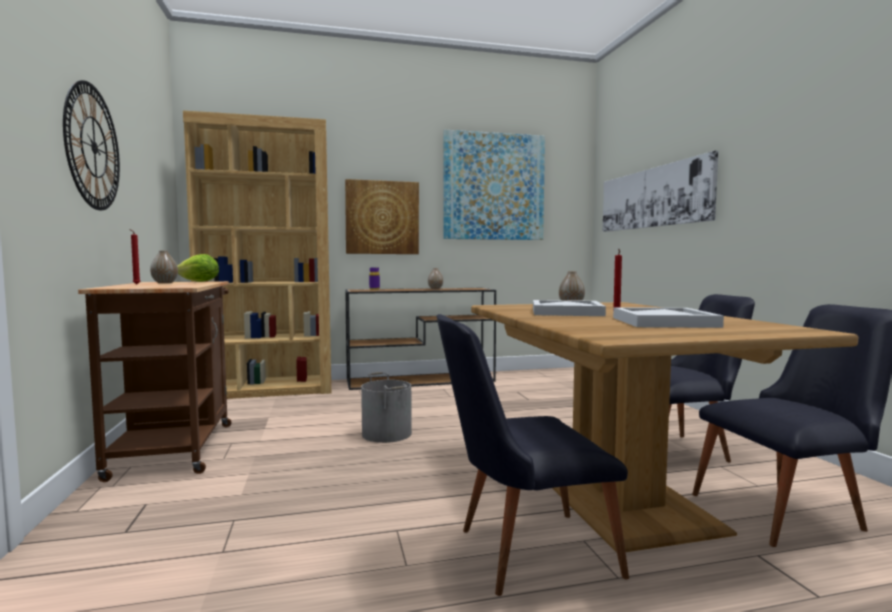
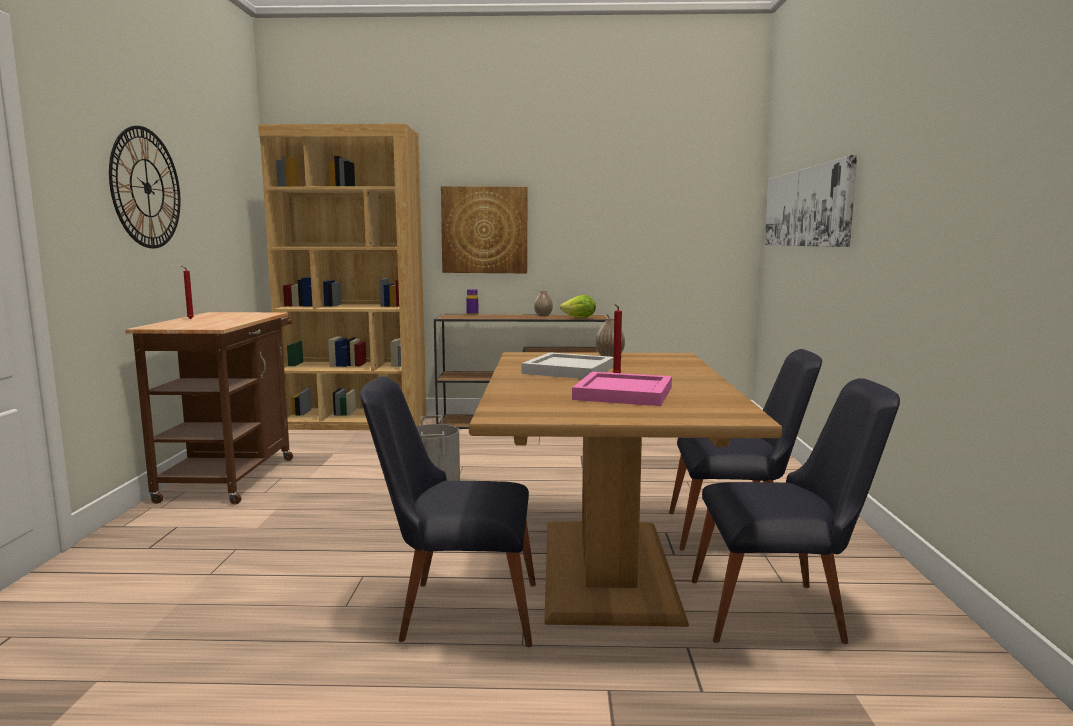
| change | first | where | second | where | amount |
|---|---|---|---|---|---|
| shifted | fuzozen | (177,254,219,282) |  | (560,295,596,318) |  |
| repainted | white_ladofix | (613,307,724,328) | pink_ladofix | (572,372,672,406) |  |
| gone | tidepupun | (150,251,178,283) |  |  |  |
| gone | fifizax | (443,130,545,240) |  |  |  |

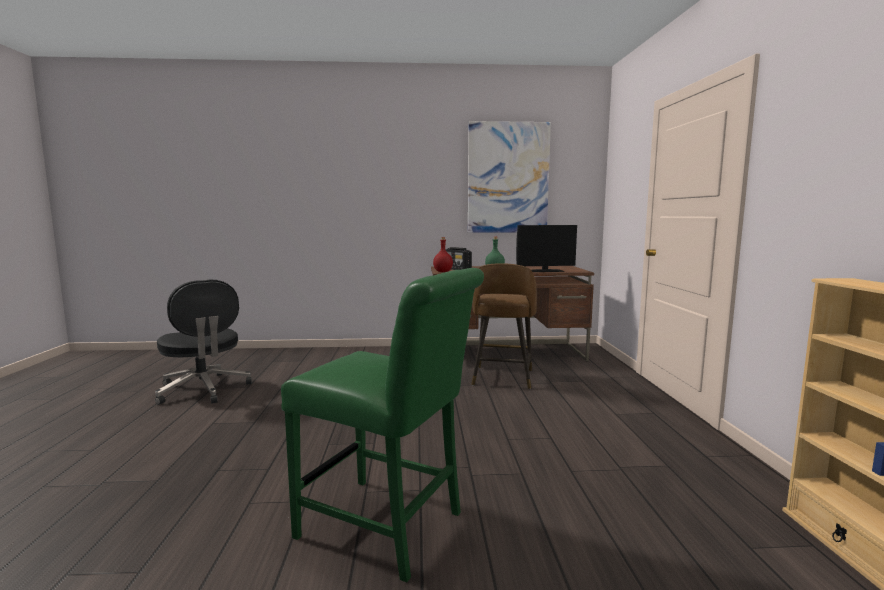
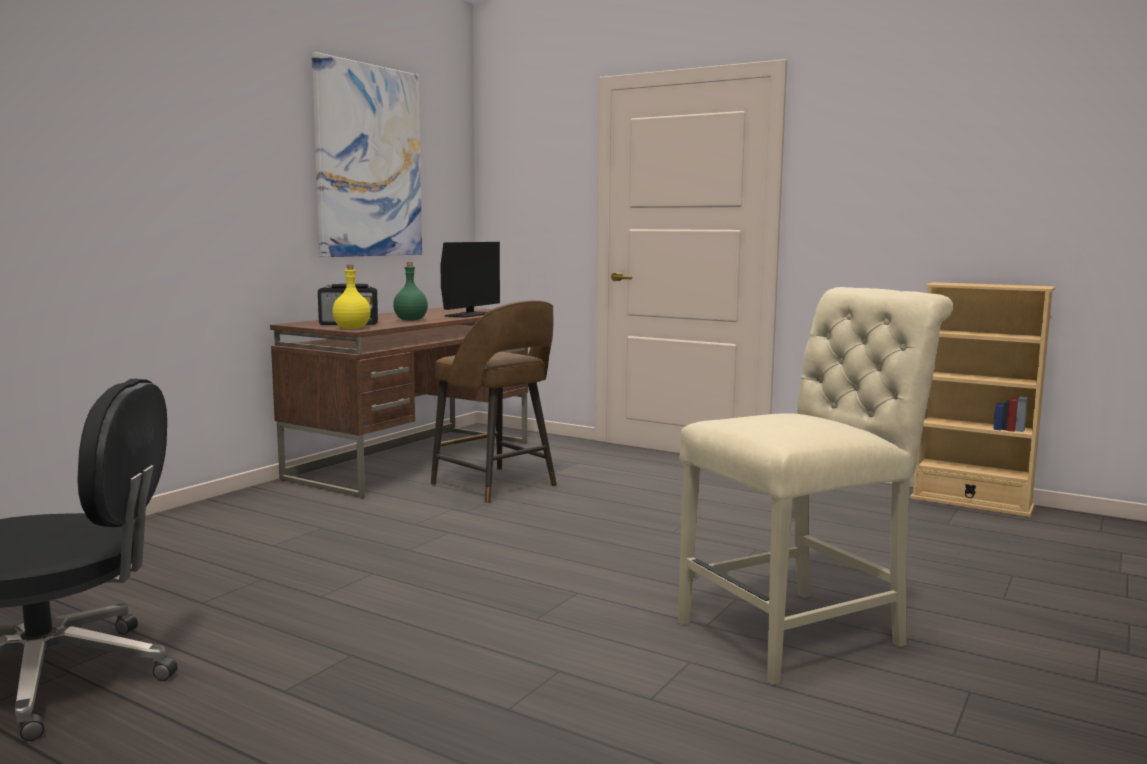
| change | first | where | second | where | amount |
|---|---|---|---|---|---|
| repainted | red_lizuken | (433,237,453,272) | yellow_lizuken | (332,265,371,329) |  |
| repainted | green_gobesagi | (281,268,484,582) | beige_gobesagi | (678,287,953,685) |  |

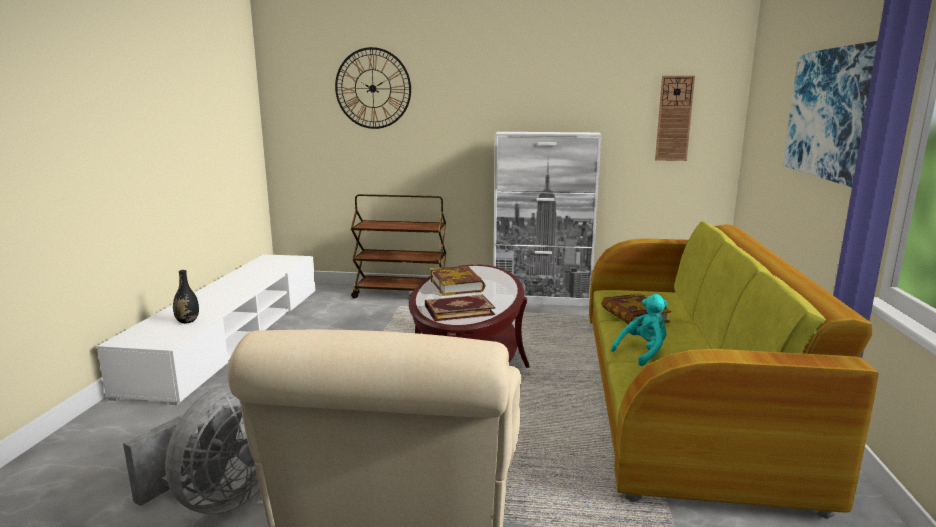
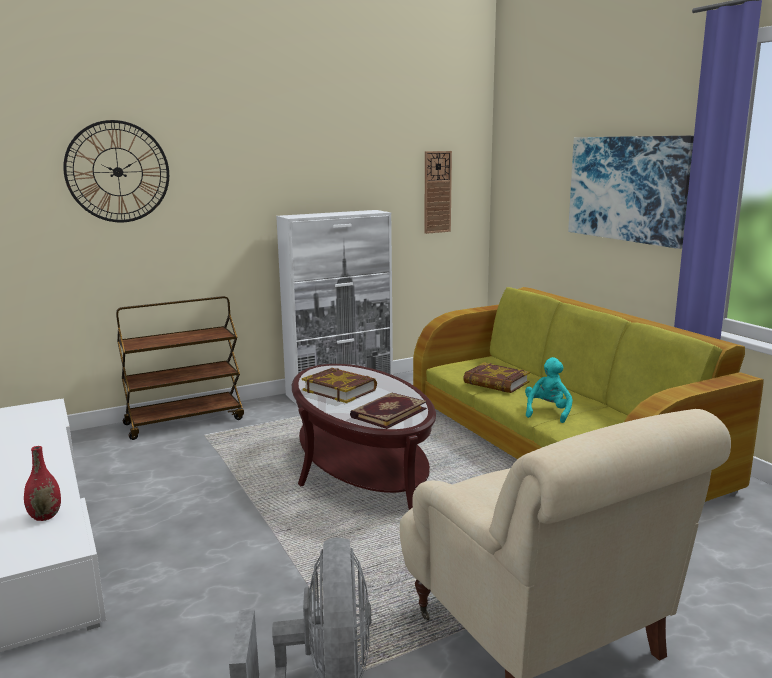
| change | first | where | second | where | amount |
|---|---|---|---|---|---|
| repainted | black_tidepupun | (173,270,199,324) | red_tidepupun | (24,446,61,521) |  |

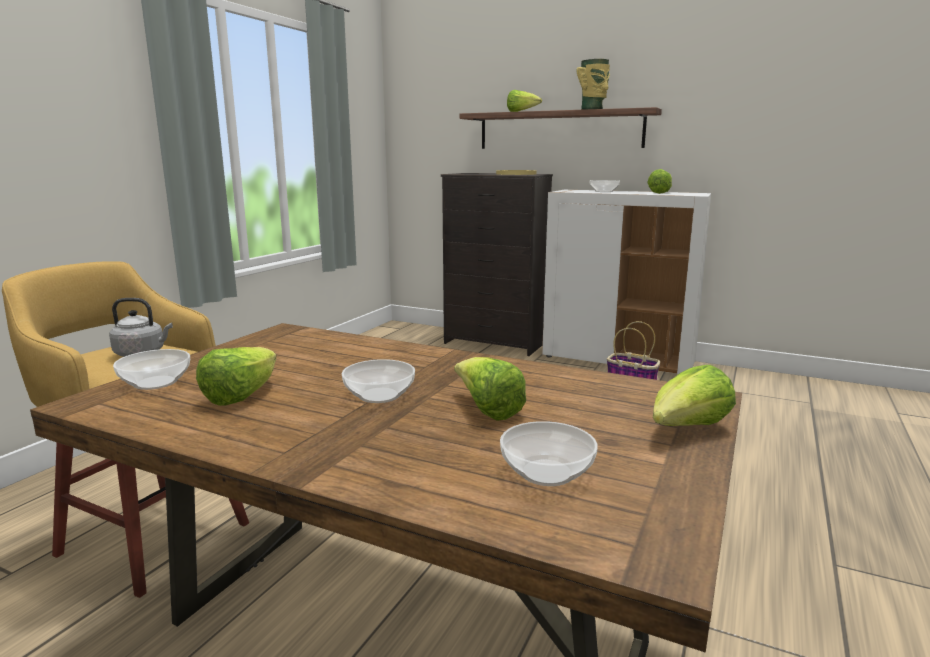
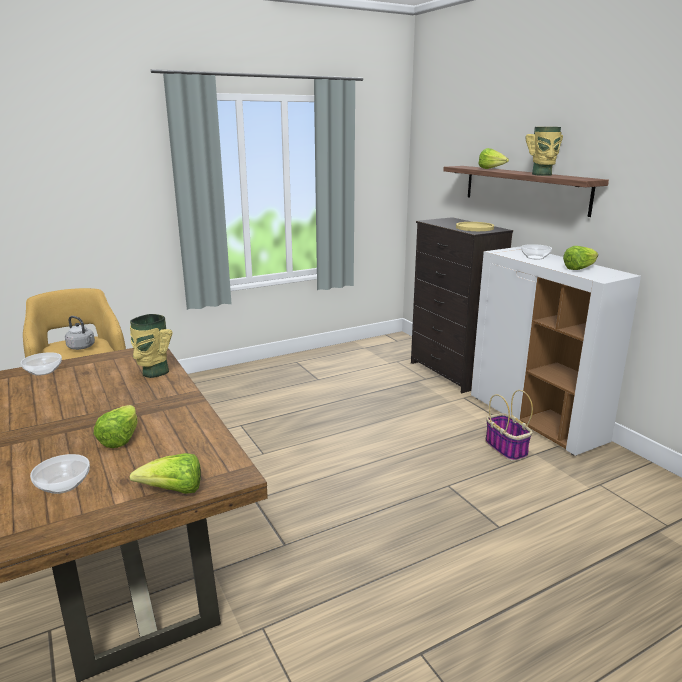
| change | first | where | second | where | amount |
|---|---|---|---|---|---|
| new |  |  | tidepupun | (130,314,172,378) |  |
| gone | fuzozen | (196,347,276,406) |  |  |  |
| gone | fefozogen | (342,359,415,403) |  |  |  |

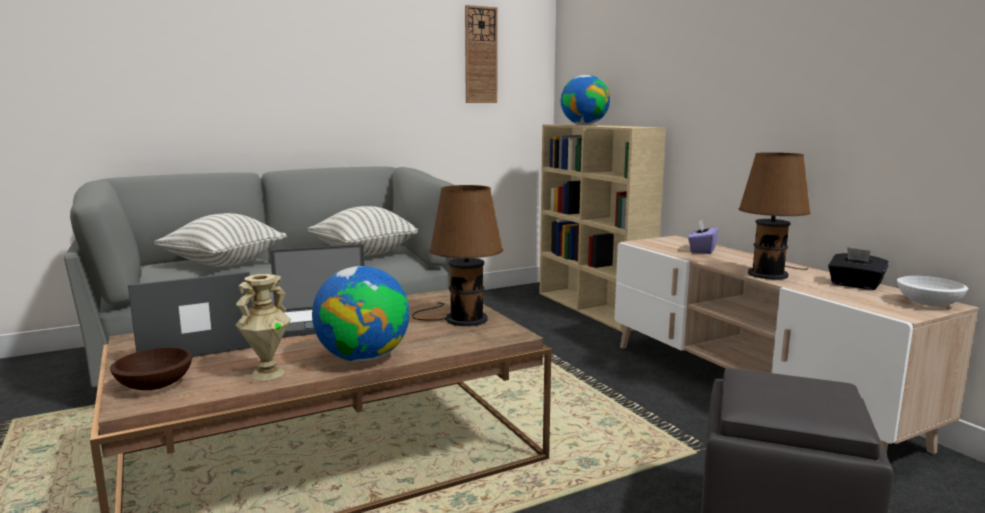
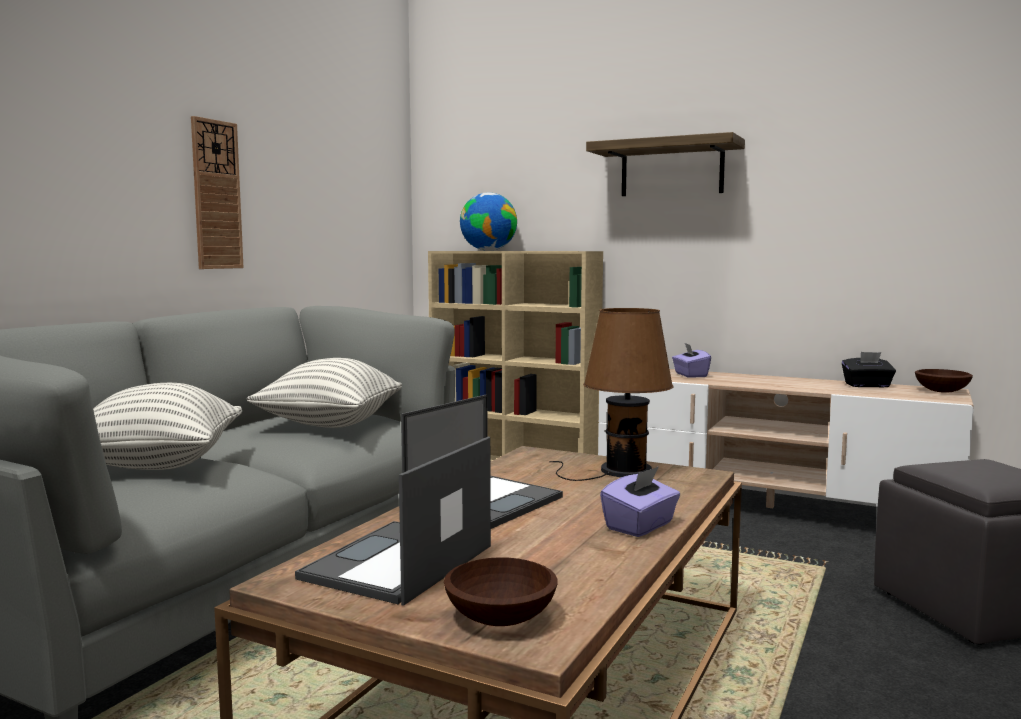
| change | first | where | second | where | amount |
|---|---|---|---|---|---|
| shifted | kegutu | (465,5,498,103) |  | (191,116,244,269) |  |
| new |  |  | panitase | (586,132,745,196) |  |
| swapped | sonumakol | (312,266,410,362) | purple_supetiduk | (600,467,680,537) |  |
| repainted | white_fefozogen | (897,276,968,306) | brown_fefozogen | (915,369,973,393) |  |
| gone | beige_tidepupun | (236,274,291,381) |  |  |  |
| gone | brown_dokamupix | (739,152,811,280) |  |  |  |

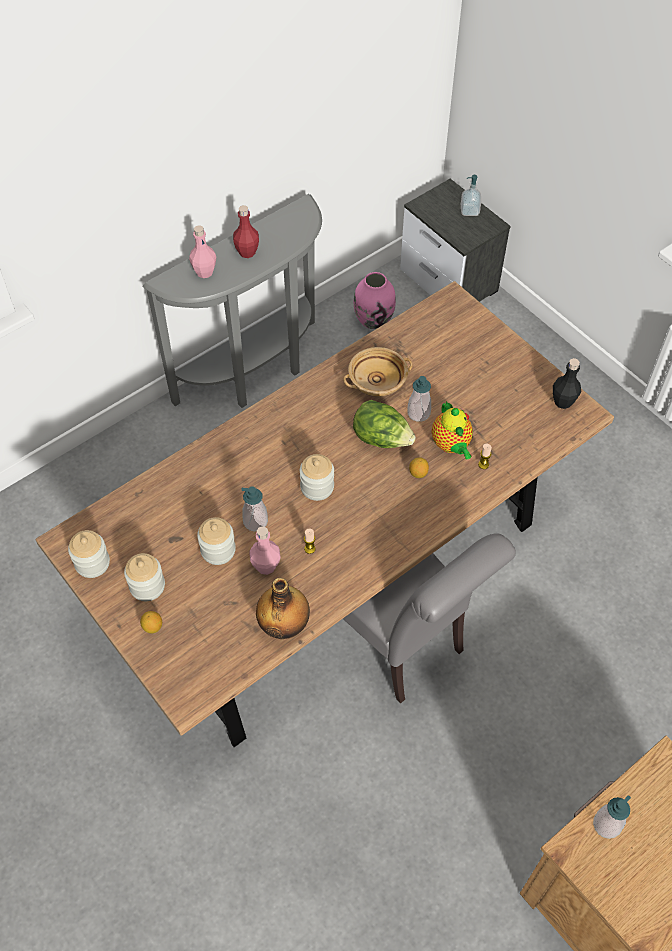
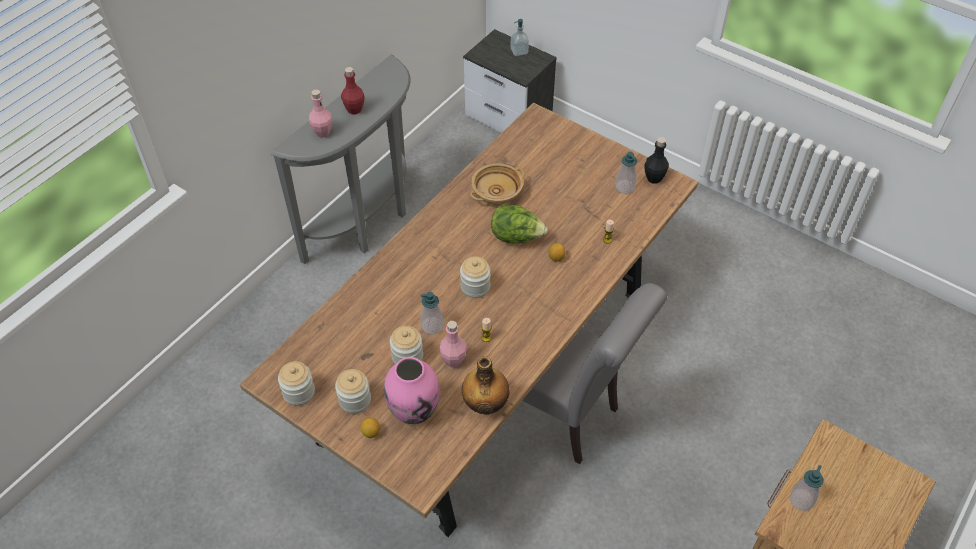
| change | first | where | second | where | amount |
|---|---|---|---|---|---|
| shifted | pink_tidepupun | (354,272,396,329) |  | (384,357,440,424) |  |
| shifted | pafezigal | (407,376,431,422) |  | (616,152,637,194) |  |
| gone | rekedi | (432,401,473,459) |  |  |  |

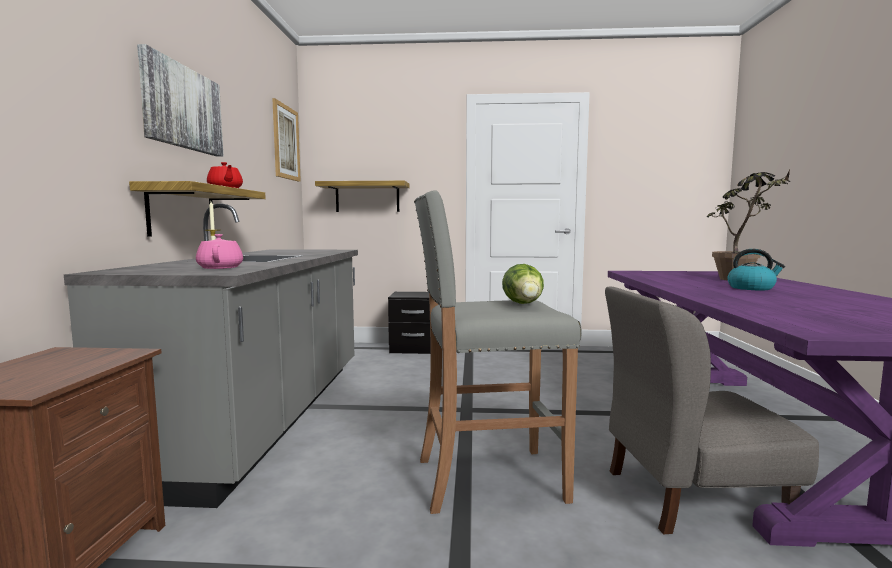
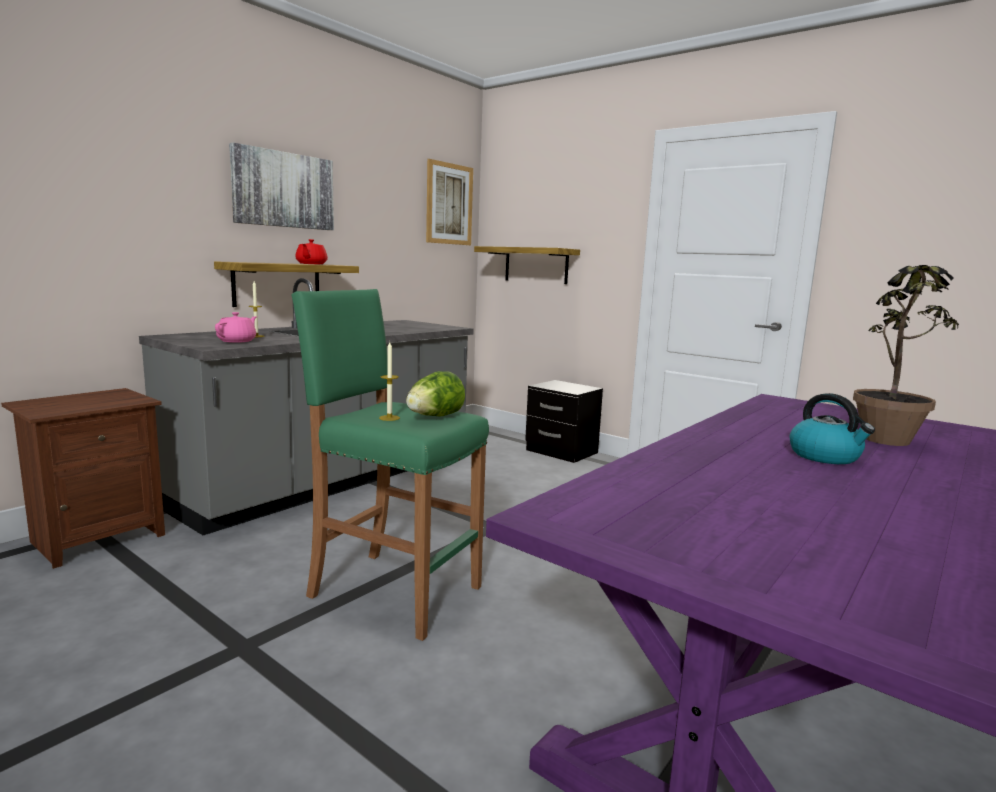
| change | first | where | second | where | amount |
|---|---|---|---|---|---|
| repainted | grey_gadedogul | (414,191,582,514) | green_gadedogul | (291,289,489,641) |  |
| new |  |  | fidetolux | (379,342,400,421) |  |
| gone | grey_gobesagi | (605,286,819,534) |  |  |  |

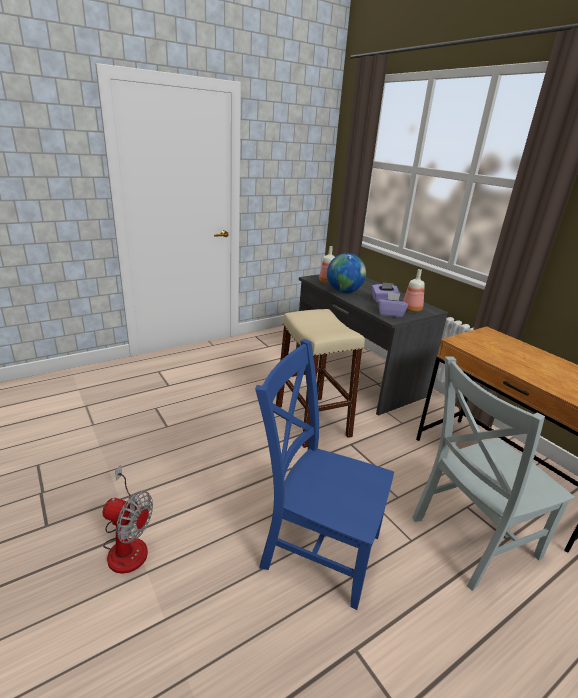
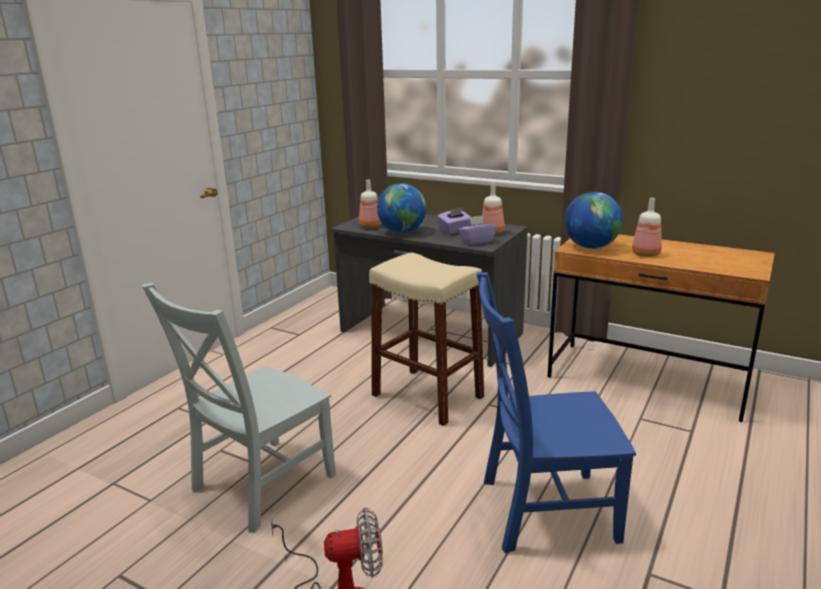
| change | first | where | second | where | amount |
|---|---|---|---|---|---|
| shifted | grey_gobesagi | (412,357,575,591) |  | (142,283,336,533) |  |
| new |  |  | sonumakol | (565,192,623,249) |  |
| new |  |  | lizuken | (632,198,662,257) |  |

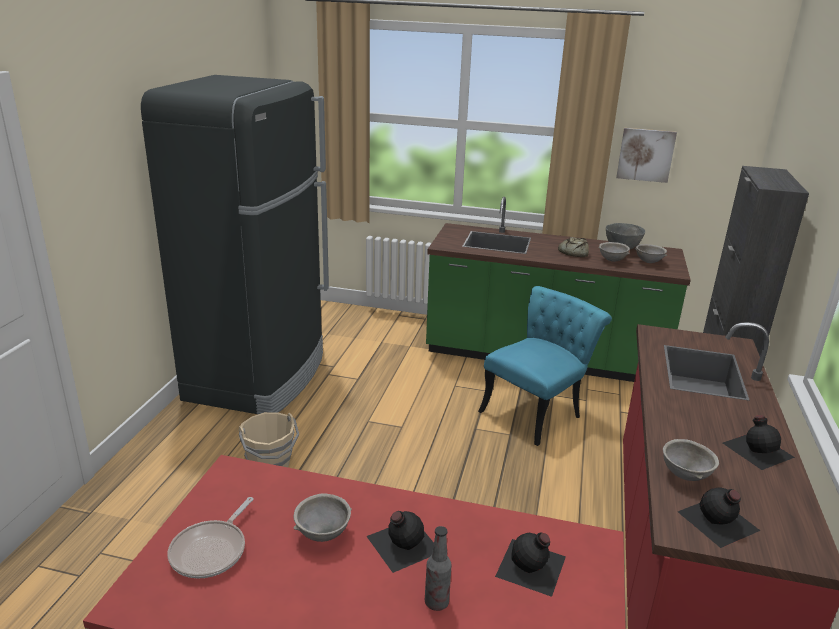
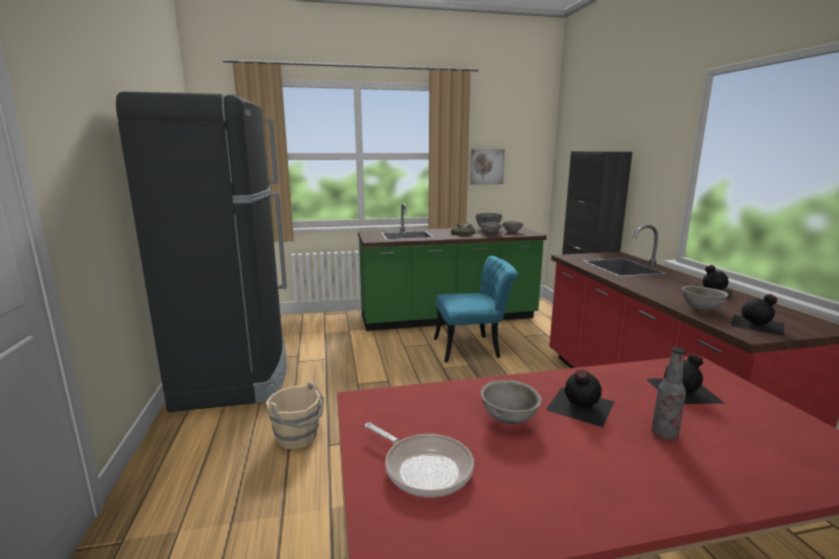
| change | first | where | second | where | amount |
|---|---|---|---|---|---|
| rotated | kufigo | (168,497,254,578) |  | (365,422,474,497) | 45 degrees counterclockwise |
| rotated | turquoise_gobesagi | (478,286,612,446) |  | (434,256,518,363) | 60 degrees clockwise |

